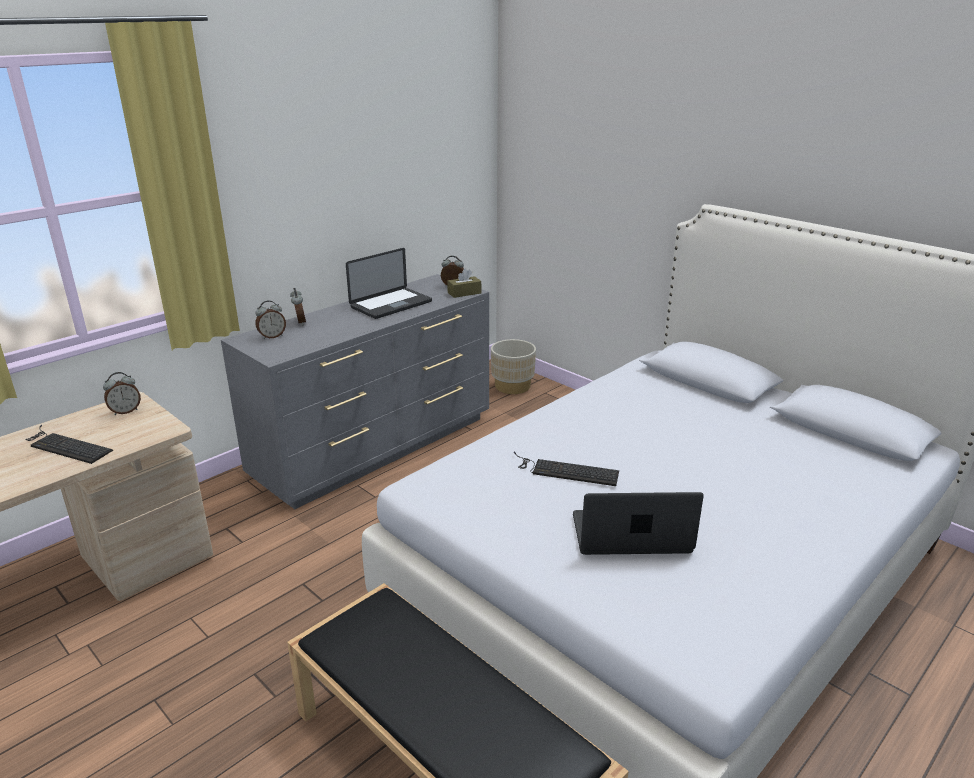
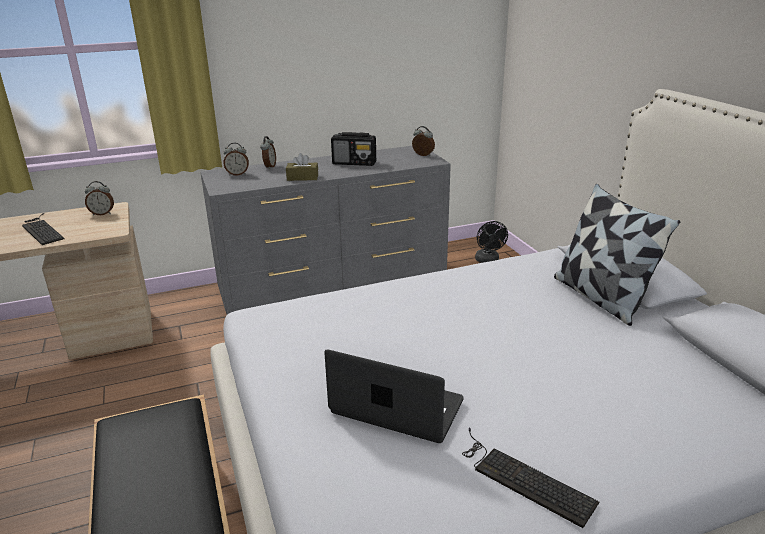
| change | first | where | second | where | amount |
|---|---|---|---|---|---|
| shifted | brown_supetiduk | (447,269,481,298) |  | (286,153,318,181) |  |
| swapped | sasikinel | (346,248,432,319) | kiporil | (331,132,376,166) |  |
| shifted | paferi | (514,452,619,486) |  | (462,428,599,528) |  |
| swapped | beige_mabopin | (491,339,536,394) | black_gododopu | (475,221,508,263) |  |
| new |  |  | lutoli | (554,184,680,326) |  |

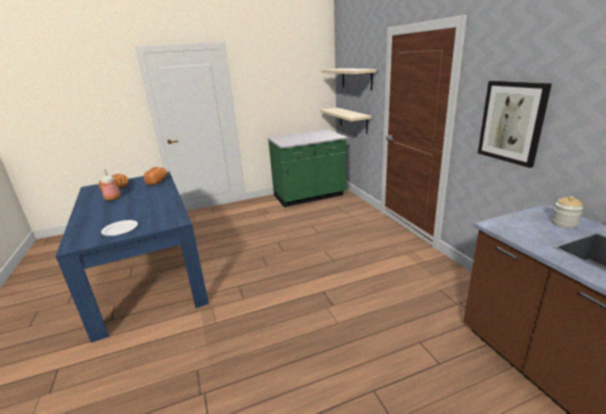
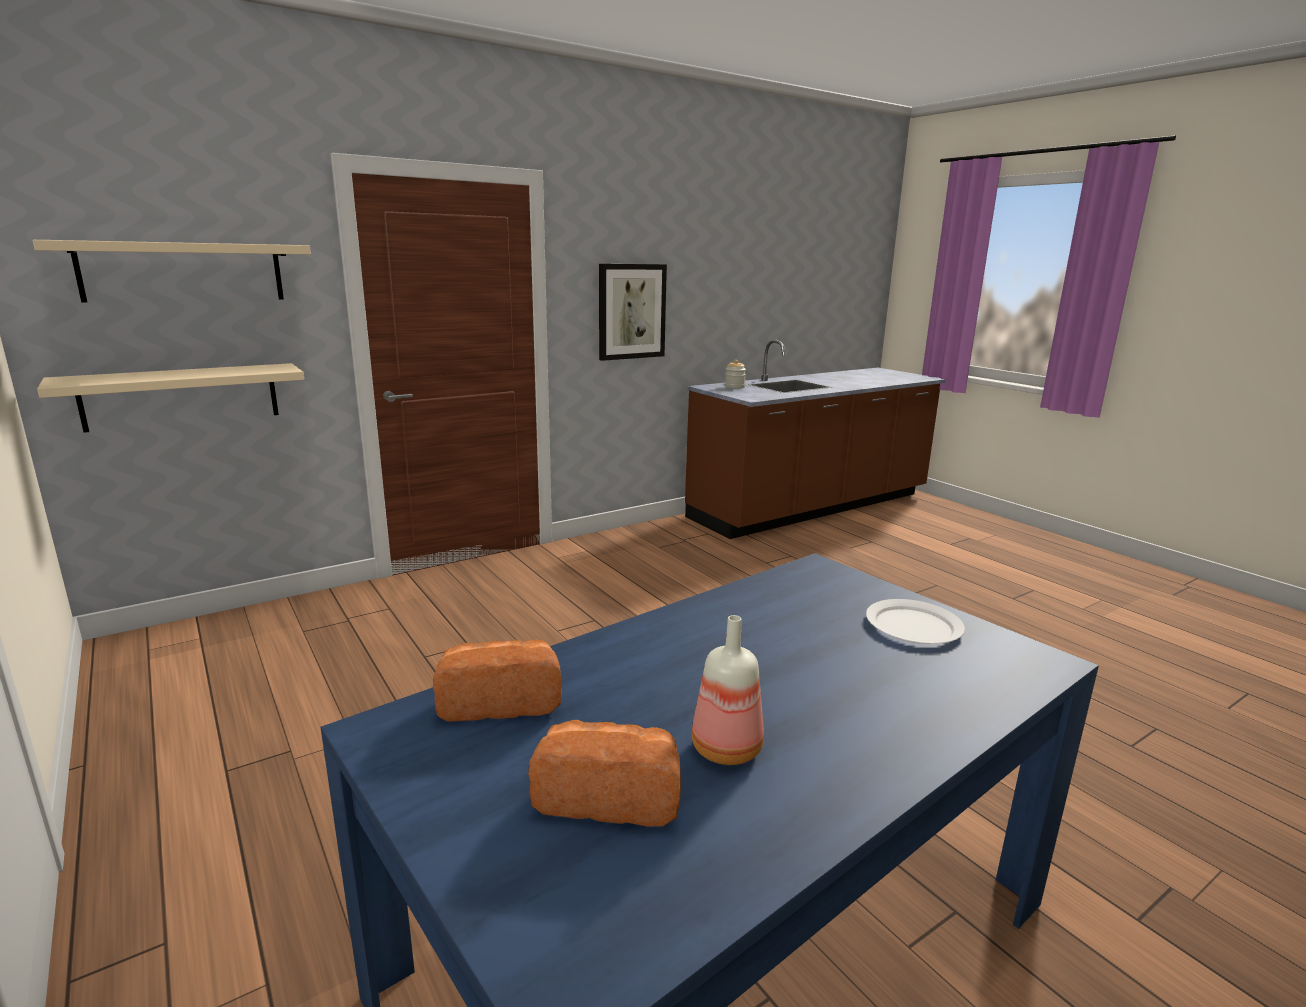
| change | first | where | second | where | amount |
|---|---|---|---|---|---|
| gone | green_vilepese | (268,130,348,207) |  |  |  |

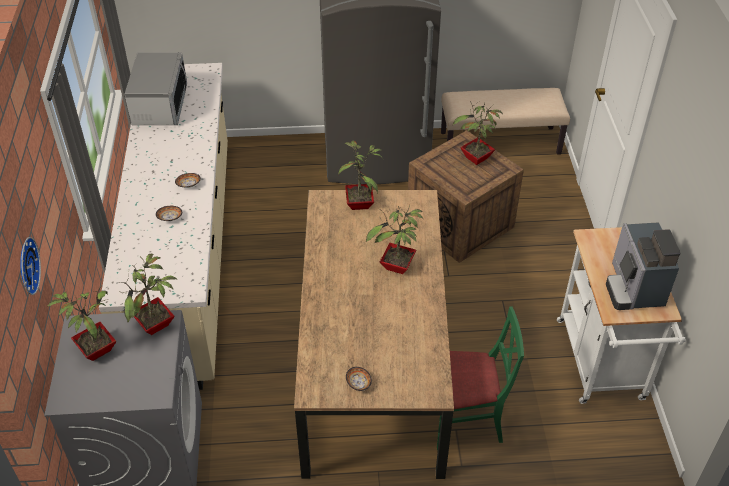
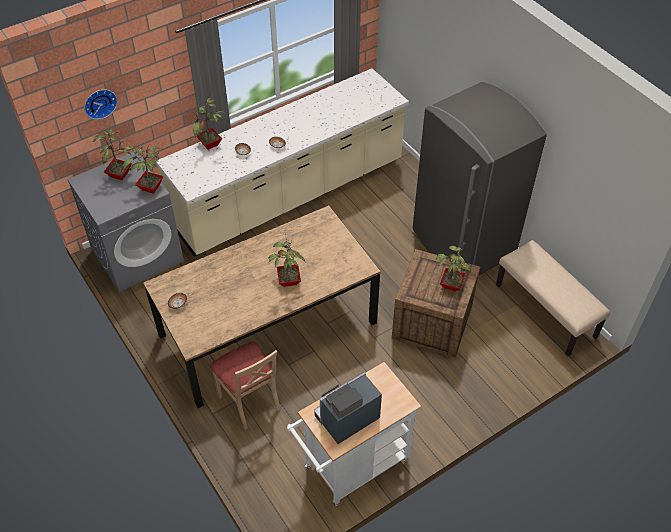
| change | first | where | second | where | amount |
|---|---|---|---|---|---|
| shifted | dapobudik | (338,141,382,210) |  | (191,98,224,150) |  |
| repainted | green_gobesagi | (437,306,524,451) | beige_gobesagi | (210,341,280,430) |  |
| gone | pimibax | (124,52,187,125) |  |  |  |

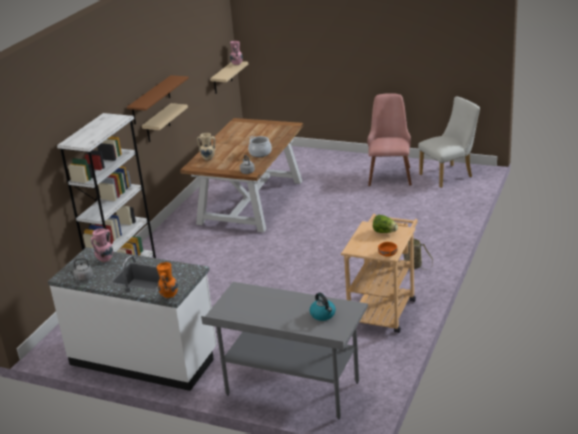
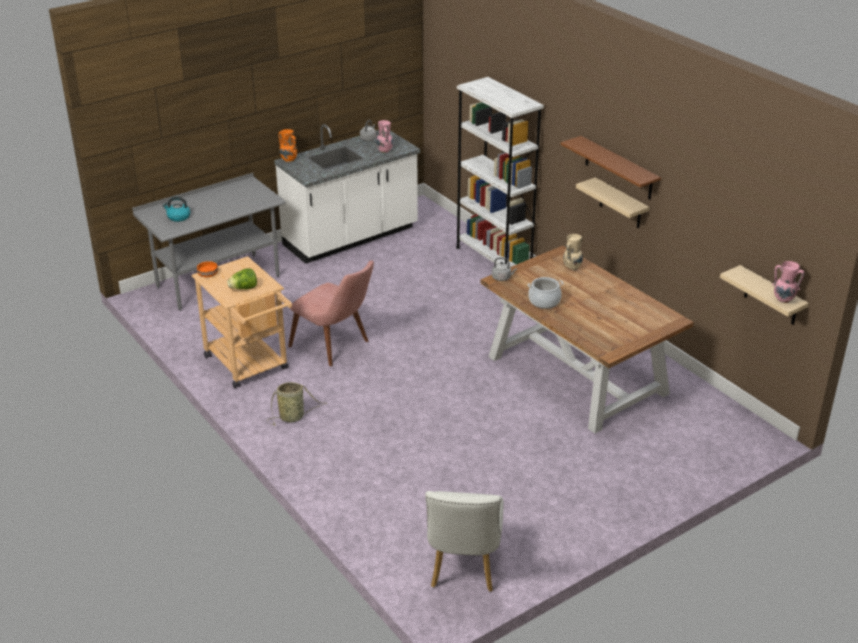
| change | first | where | second | where | amount |
|---|---|---|---|---|---|
| shifted | pink_gobesagi | (367,93,412,186) |  | (288,260,374,366) |  |

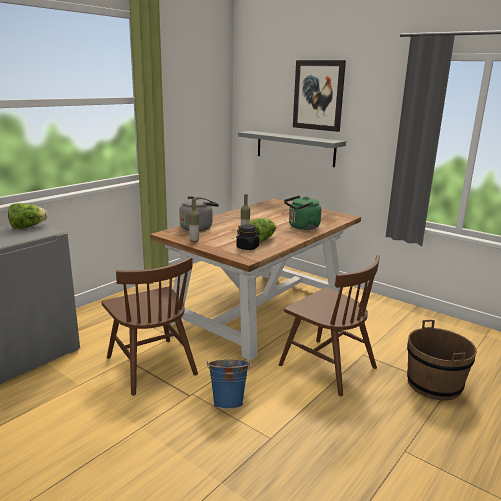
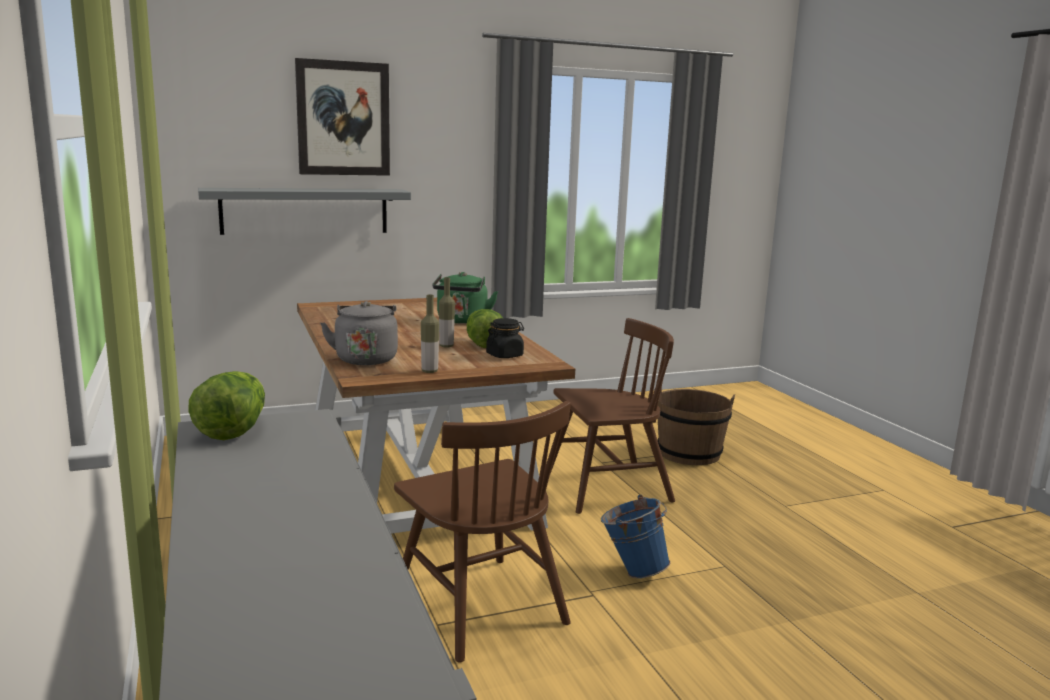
| change | first | where | second | where | amount |
|---|---|---|---|---|---|
| rotated | brown_gobesagi | (102,257,198,396) |  | (394,401,571,663) | 60 degrees clockwise |

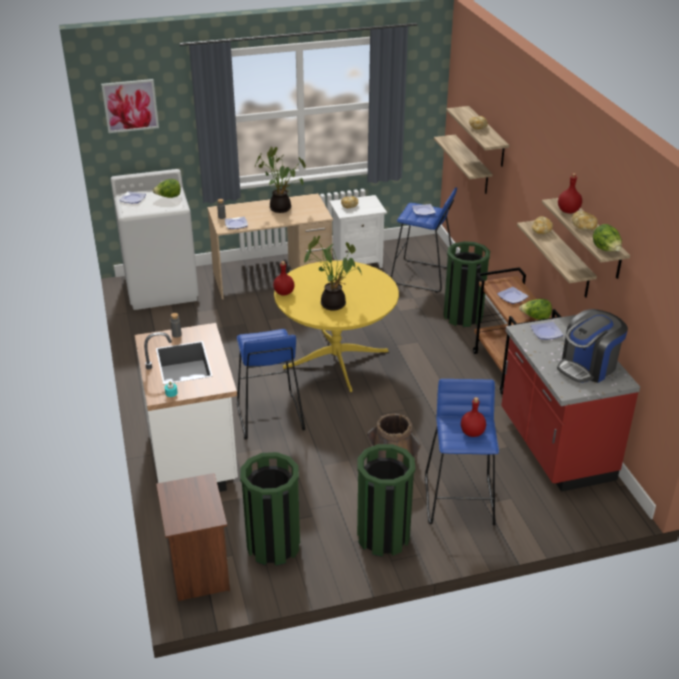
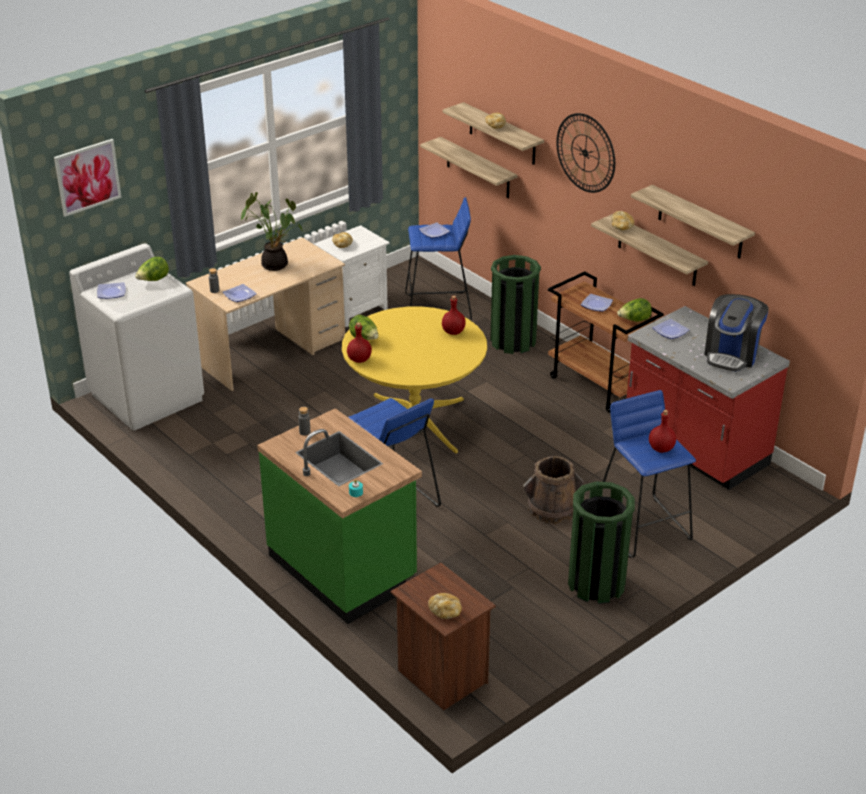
| change | first | where | second | where | amount |
|---|---|---|---|---|---|
| repainted | white_vilepese | (135,323,238,492) | green_vilepese | (257,408,422,624) |  |
| shifted | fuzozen | (593,224,622,251) |  | (349,315,378,340) |  |
| shifted | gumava | (572,212,598,230) |  | (428,593,462,619) |  |
| shifted | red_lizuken | (558,173,582,214) |  | (442,296,466,335) |  |
| new |  |  | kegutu | (556,113,615,193) |  |
| gone | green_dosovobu | (240,452,300,566) |  |  |  |
| gone | dapobudik | (304,236,362,311) |  |  |  |

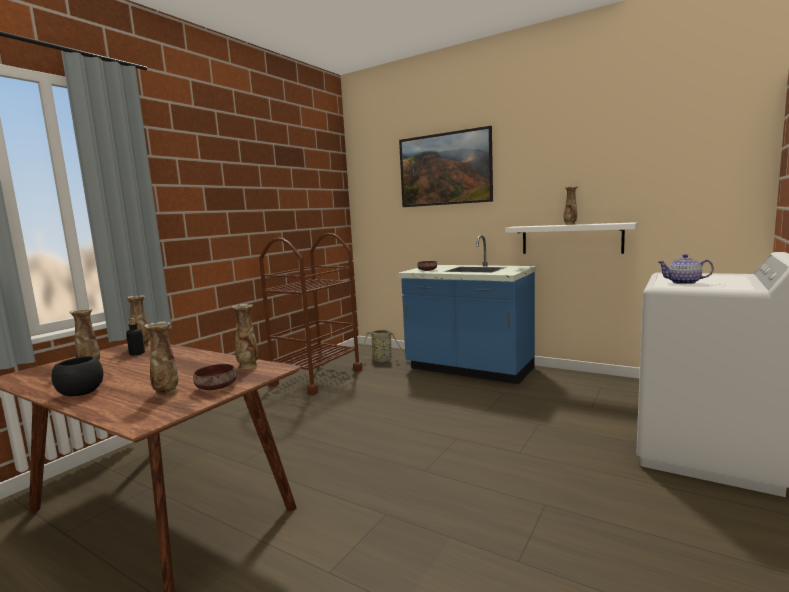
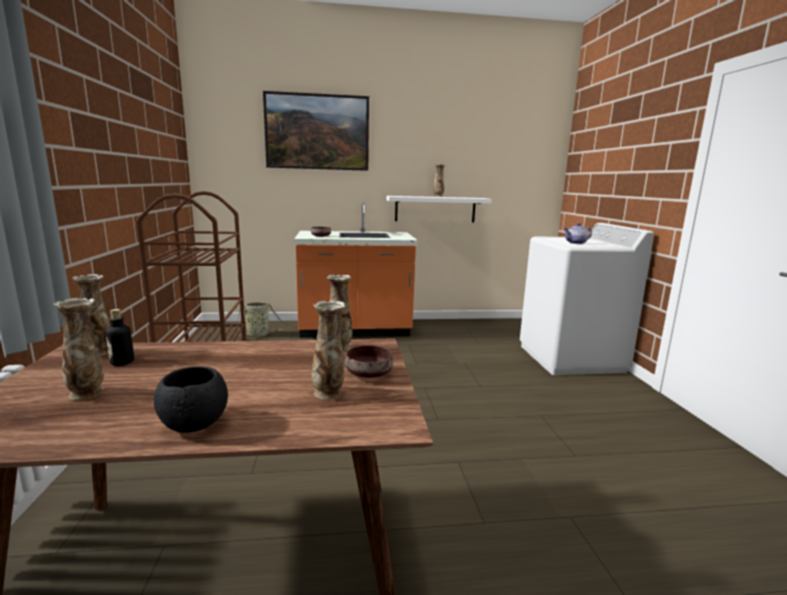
| change | first | where | second | where | amount |
|---|---|---|---|---|---|
| repainted | blue_vilepese | (398,235,536,384) | orange_vilepese | (294,202,418,338) |  |

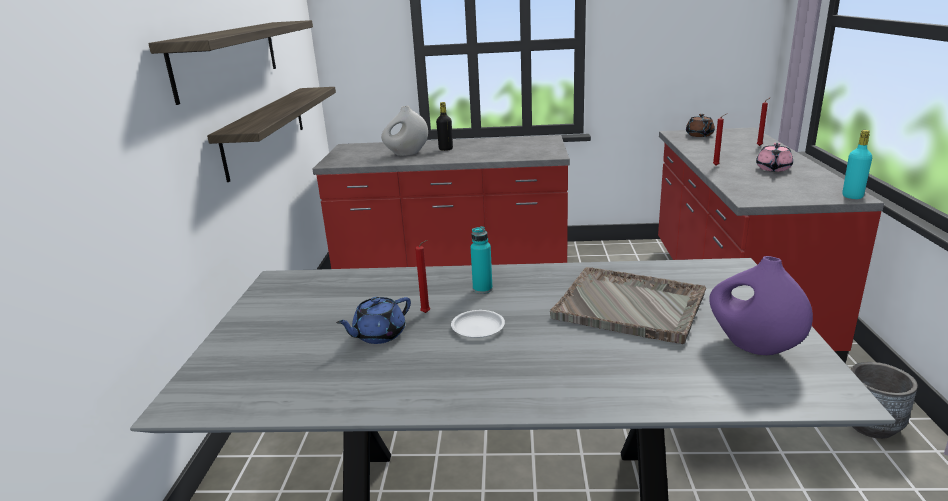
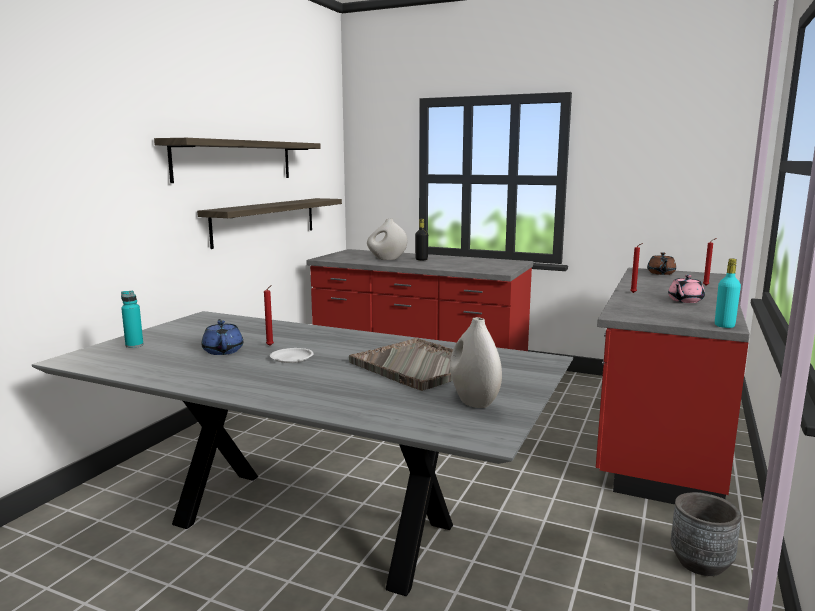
| change | first | where | second | where | amount |
|---|---|---|---|---|---|
| shifted | turquoise_lizuken | (470,226,493,294) |  | (121,291,143,348) |  |
| rotated | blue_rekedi | (336,297,411,344) |  | (201,319,243,355) | 90 degrees clockwise |
| repainted | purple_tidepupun | (709,256,813,355) | white_tidepupun | (450,317,502,408) |  |

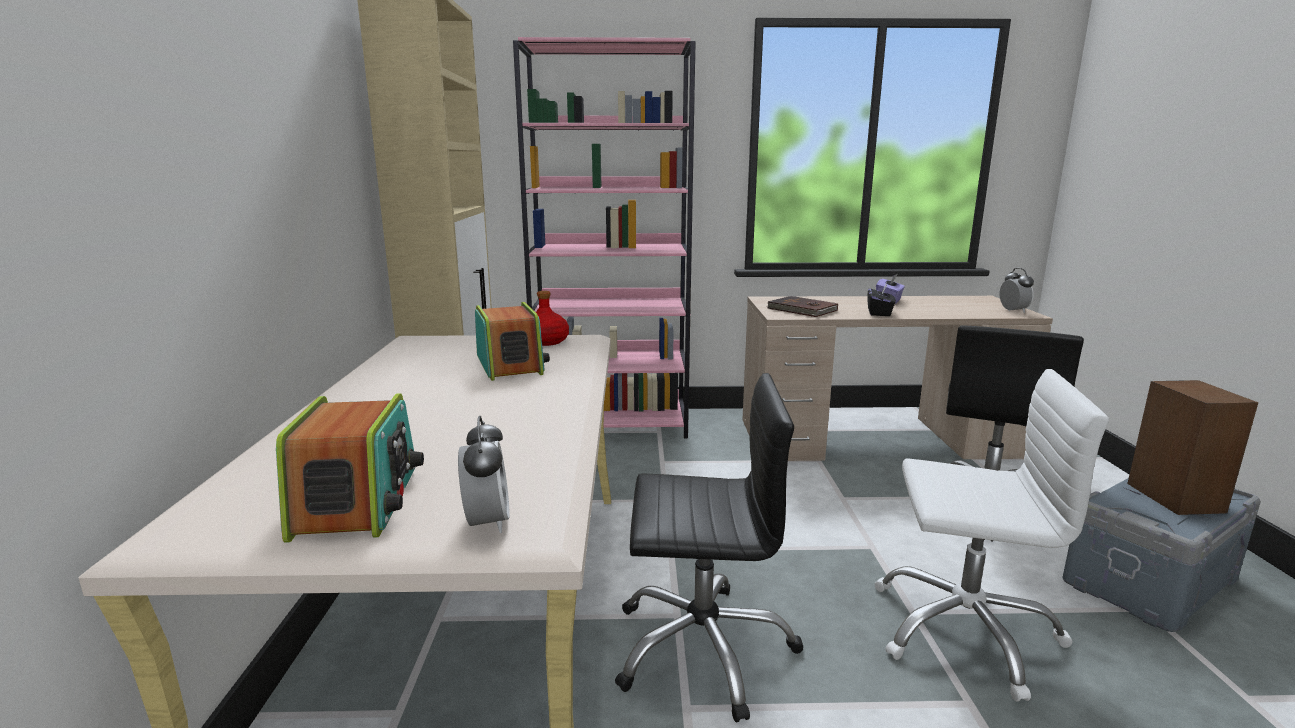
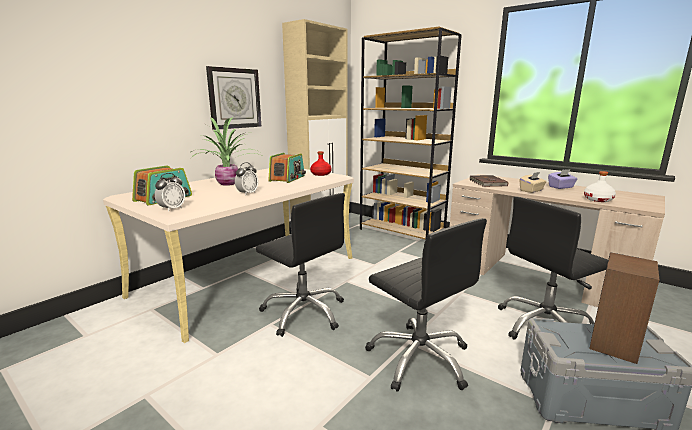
| change | first | where | second | where | amount |
|---|---|---|---|---|---|
| new |  |  | dapobudik | (189,117,260,186) |  |
| new |  |  | kegutu | (206,66,261,130) |  |
| shifted | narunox | (1000,268,1034,313) |  | (235,162,258,196) |  |
| repainted | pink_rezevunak | (513,37,696,438) | brown_rezevunak | (360,26,462,240) |  |
| repainted | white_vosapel | (874,369,1109,701) | black_vosapel | (366,218,487,392) |  |
| repainted | black_supetiduk | (867,283,896,316) | beige_supetiduk | (519,172,547,193) |  |
| new |  |  | white_lizuken | (584,171,616,202) |  |

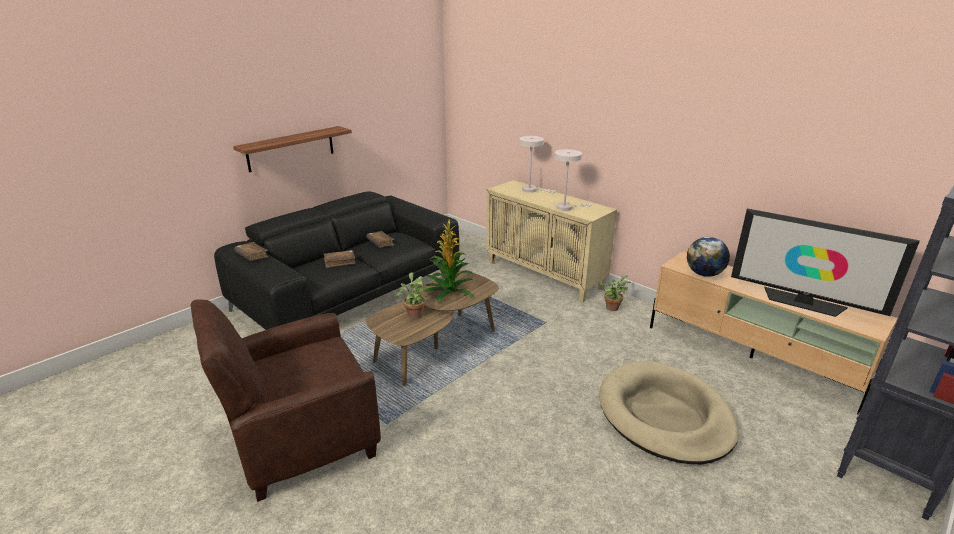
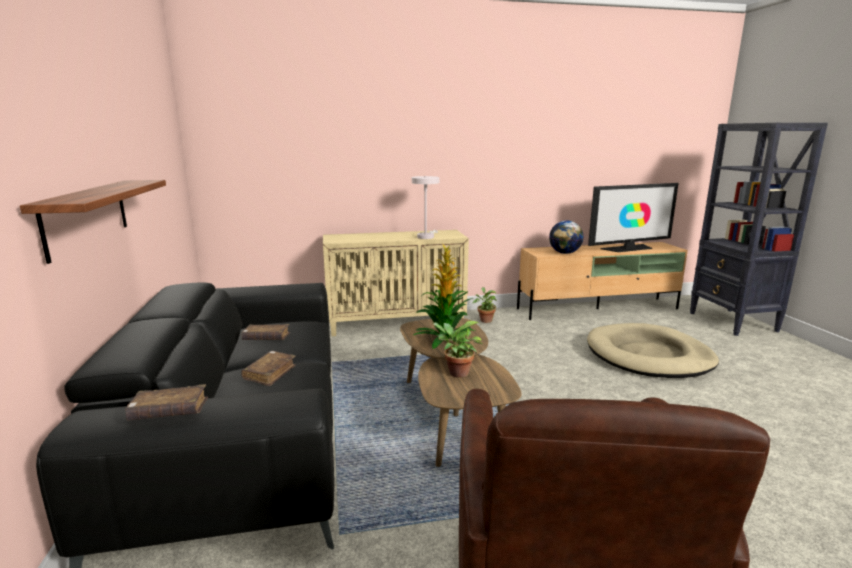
| change | first | where | second | where | amount |
|---|---|---|---|---|---|
| gone | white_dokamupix | (519,136,556,193) |  |  |  |

